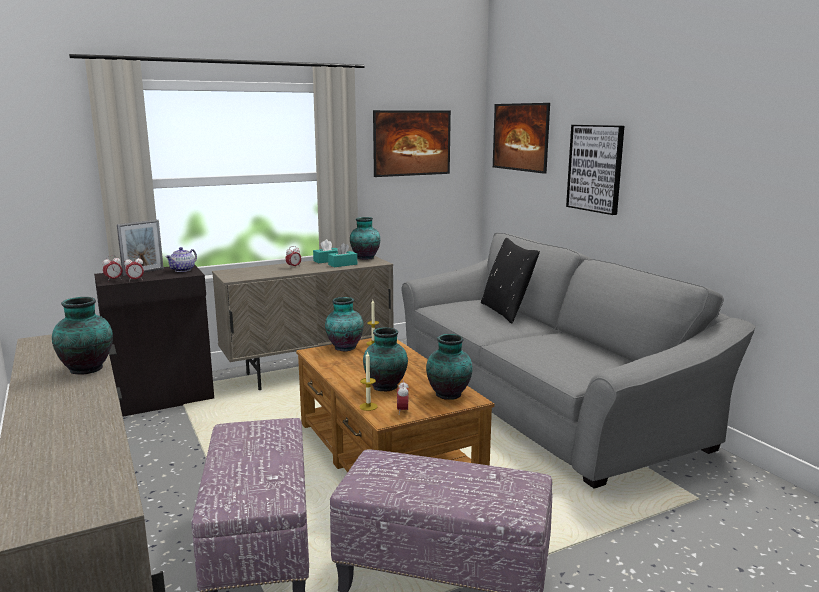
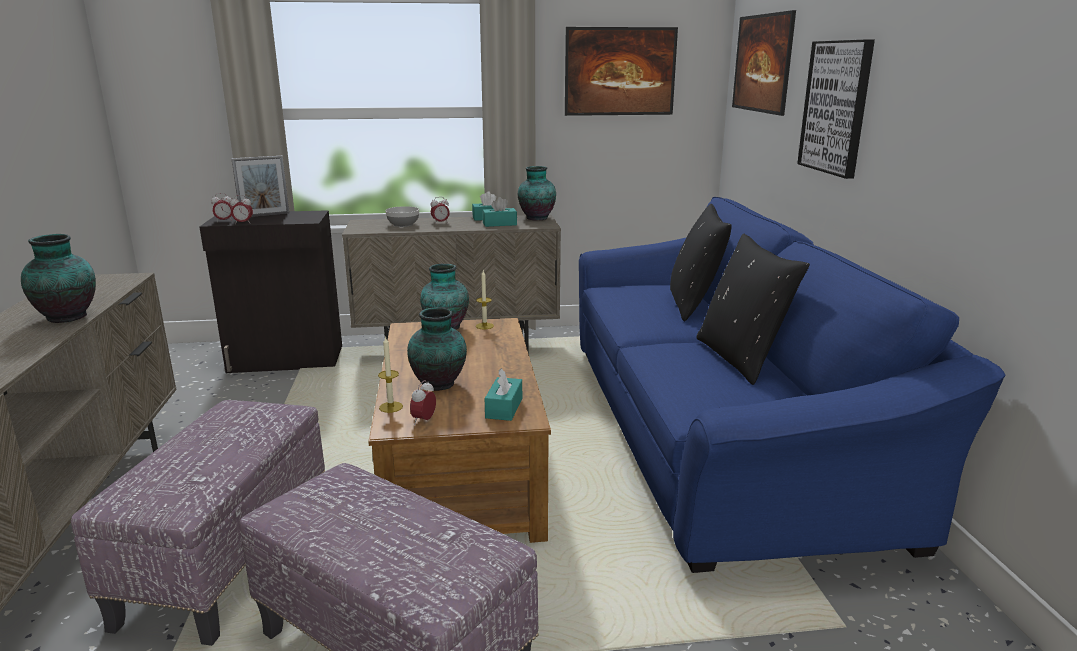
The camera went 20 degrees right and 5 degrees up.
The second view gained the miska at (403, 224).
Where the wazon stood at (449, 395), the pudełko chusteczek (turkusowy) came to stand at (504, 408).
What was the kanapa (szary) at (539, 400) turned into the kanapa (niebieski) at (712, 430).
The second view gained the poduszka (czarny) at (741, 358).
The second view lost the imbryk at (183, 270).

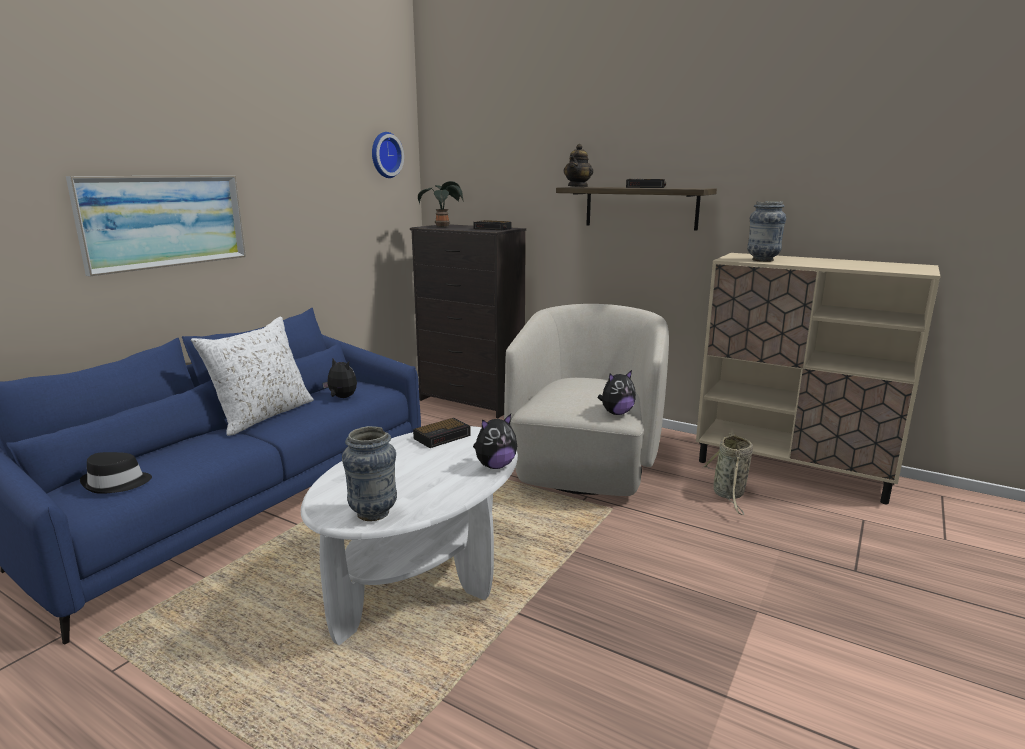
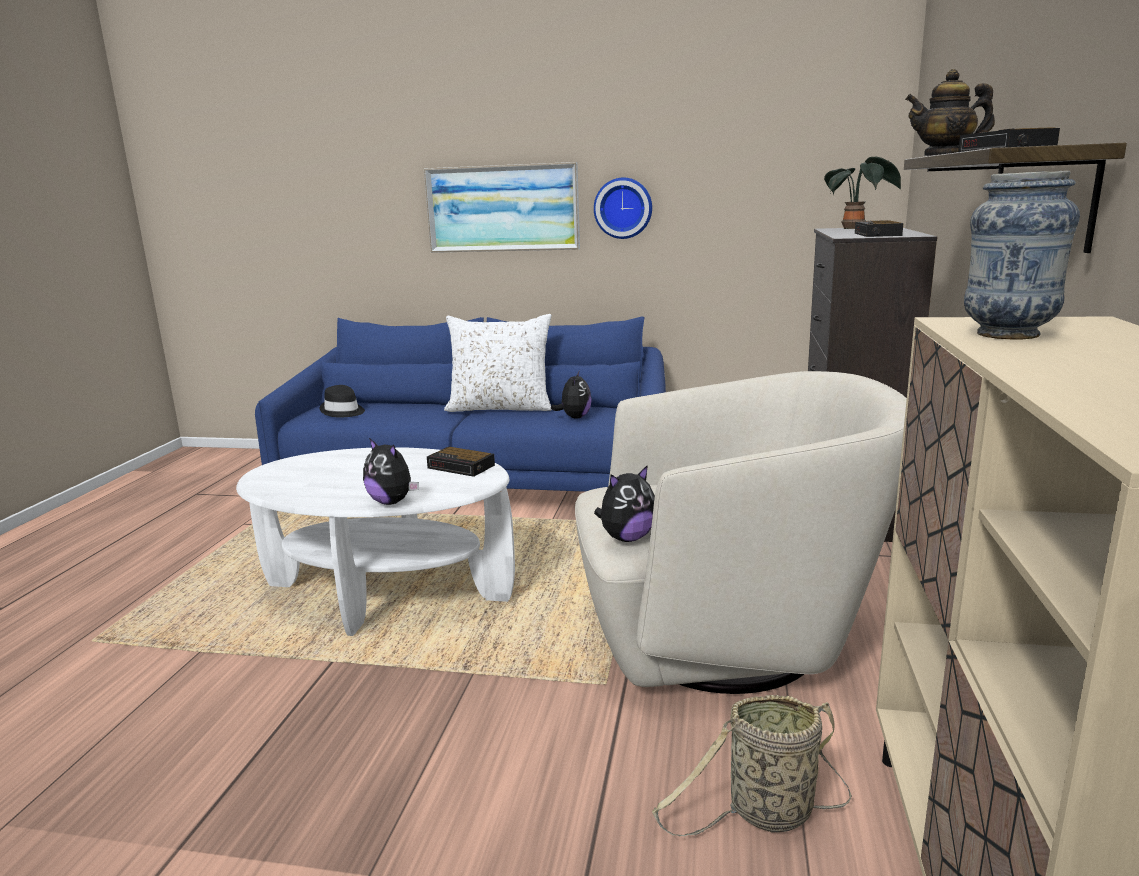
The camera went 70 degrees right and 0 degrees up.
The zegar ścienny ended up elsewhere, having gone from (384, 155) to (623, 208).
The pluszak at (616, 413) ended up facing another way, 75 degrees counterclockwise from before.
The second view lost the wazon at (373, 513).

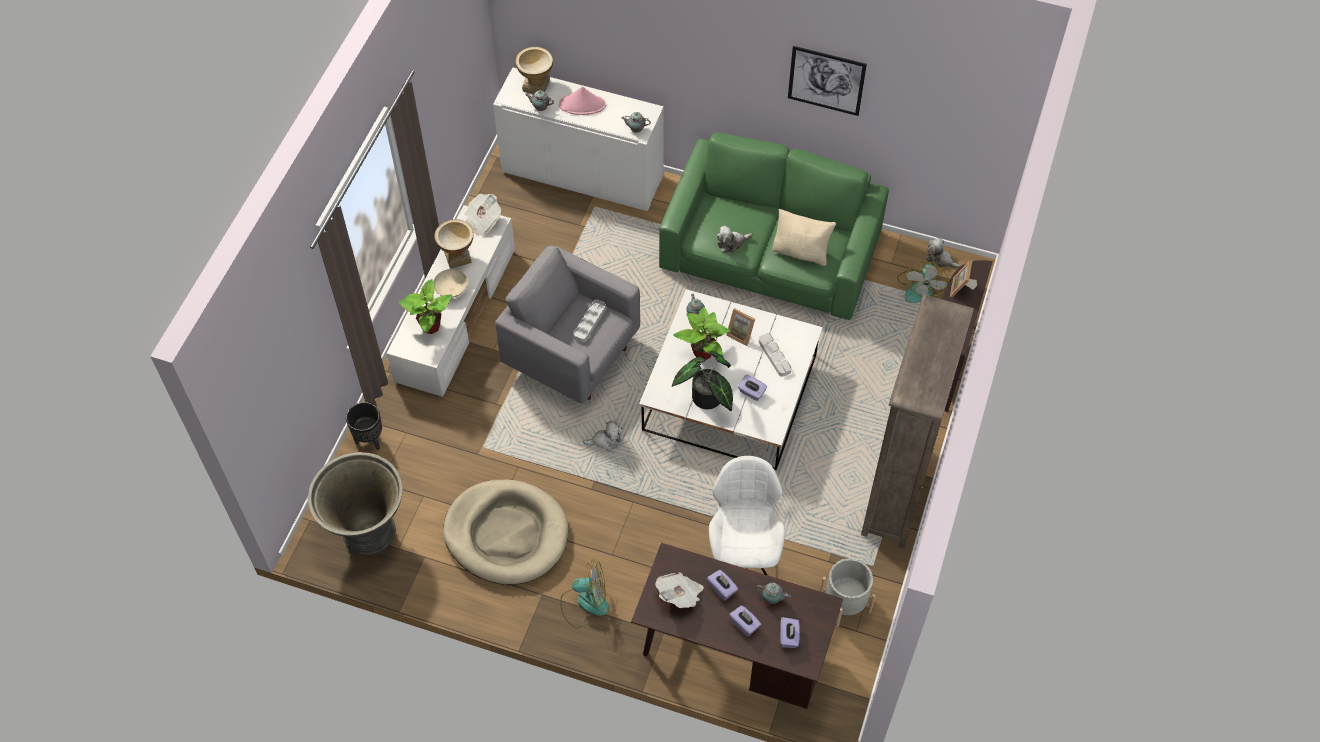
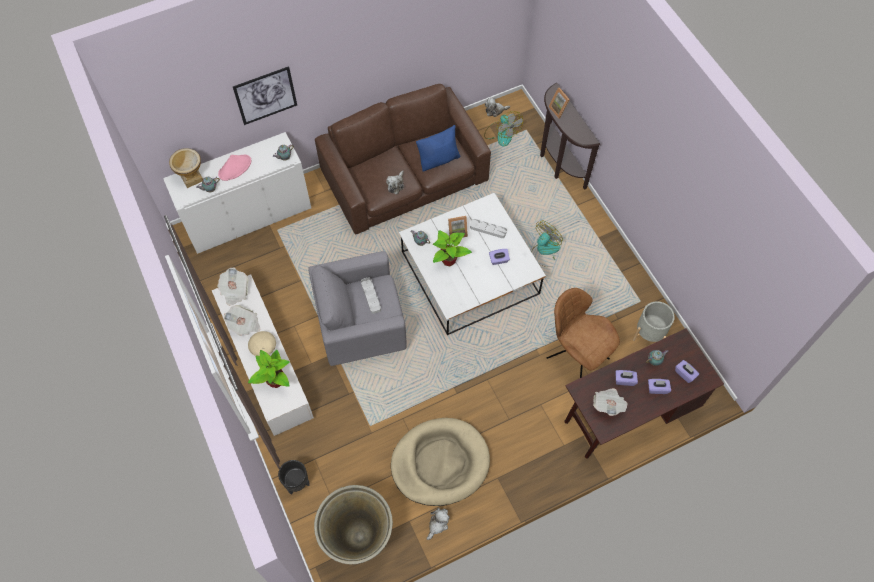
The camera went 45 degrees left and 5 degrees up.
Where the wazon stood at (458, 257), the gazeta came to stand at (244, 325).
The obraz ended up elsewhere, having gone from (826, 80) to (265, 95).
What was the kanapa (zielony) at (770, 252) turned into the kanapa (brązowy) at (404, 176).
What was the poduszka (beżowy) at (801, 252) turned into the poduszka (niebieski) at (439, 160).
The pluszak ended up elsewhere, having gone from (605, 440) to (438, 524).
The wentylator ended up elsewhere, having gone from (584, 602) to (544, 251).
What was the krzesło (biały) at (743, 558) turned into the krzesło (brązowy) at (576, 356).
The second view lost the roślina doniczkowa at (707, 400).
The second view lost the regał (brązowy) at (896, 493).

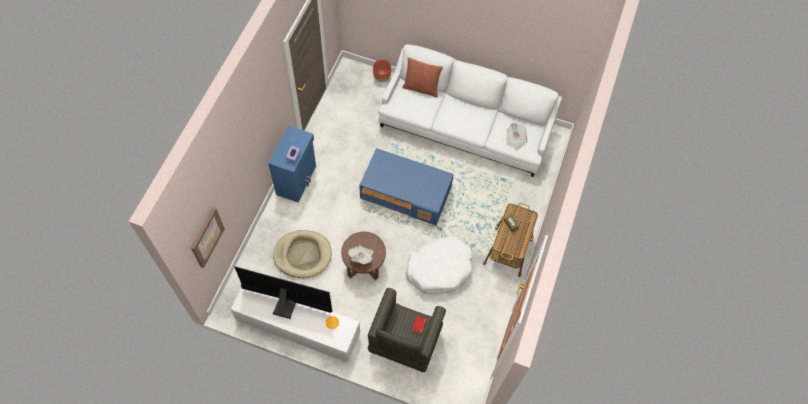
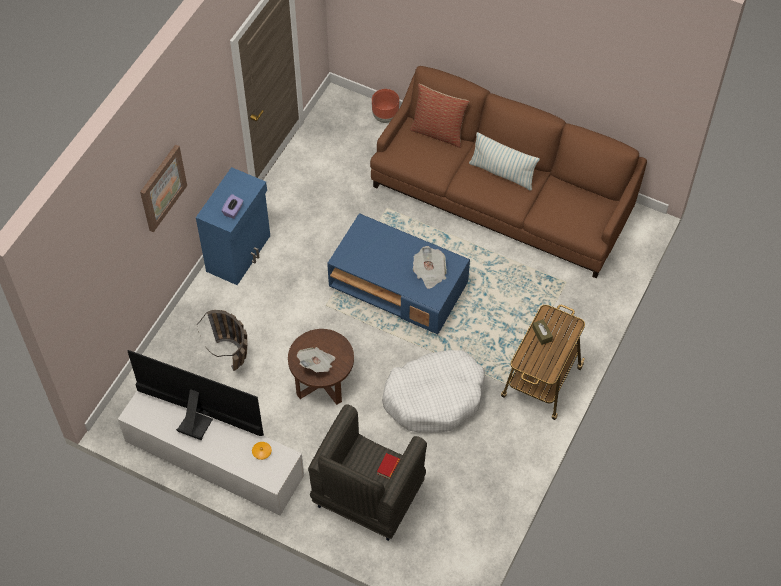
The camera went 10 degrees right and 5 degrees down.
The obraz ended up elsewhere, having gone from (206, 237) to (162, 187).
Where the legowisko (beżowy) stood at (303, 255), the koszyk came to stand at (234, 360).
What was the kanapa (biały) at (466, 126) turned into the kanapa (brązowy) at (503, 197).
The gazeta ended up elsewhere, having gone from (515, 139) to (429, 273).
The second view gained the poduszka at (502, 173).

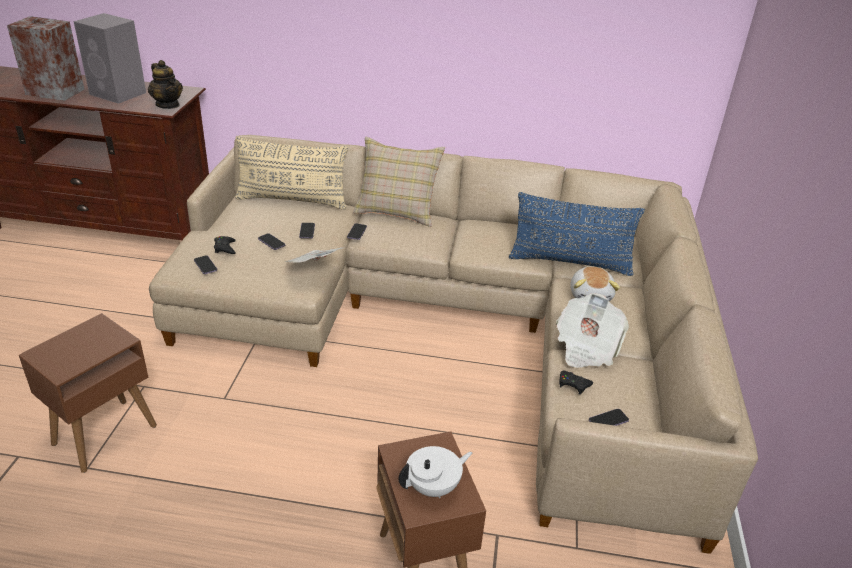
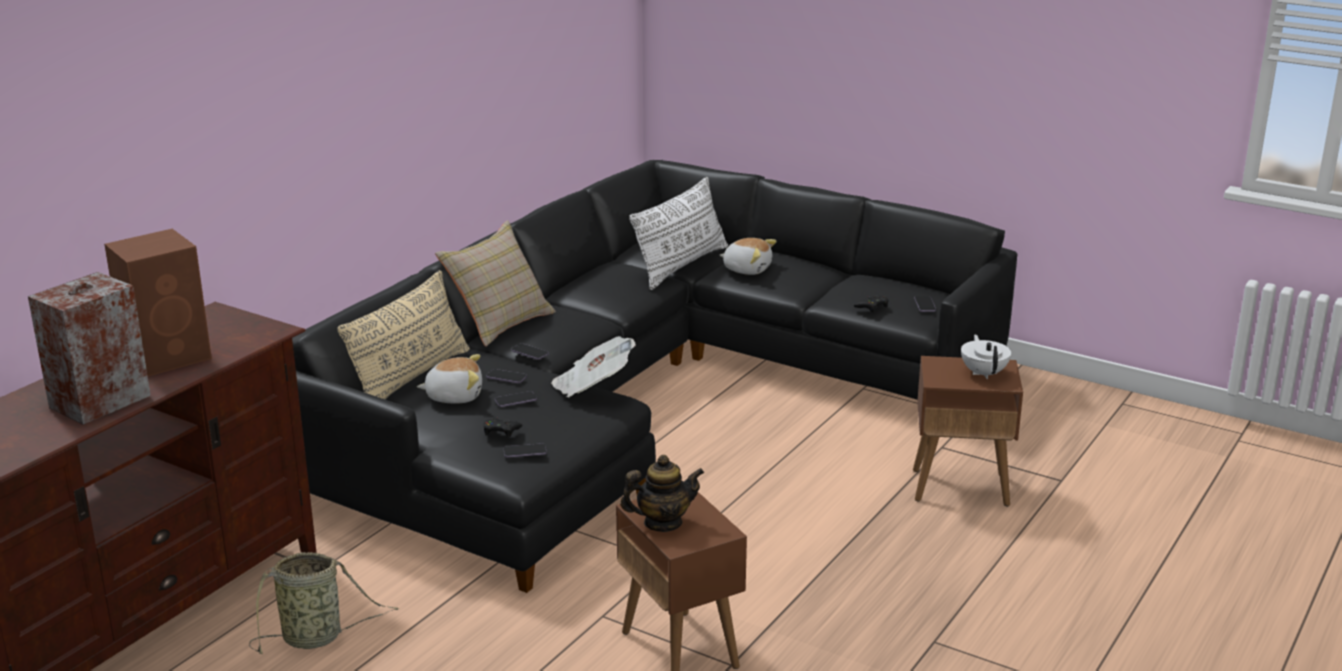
The camera went 65 degrees left and 10 degrees down.
What was the głośnik (szary) at (119, 94) turned into the głośnik (brązowy) at (169, 356).
The second view gained the koszyk at (316, 637).
What was the kanapa (beżowy) at (457, 326) turned into the kanapa (czarny) at (637, 400).
The second view gained the pluszak at (454, 396).
The imbryk ended up elsewhere, having gone from (168, 105) to (662, 523).
What was the poduszka (niebieski) at (570, 262) turned into the poduszka (biały) at (681, 265).
The second view lost the gazeta at (586, 347).

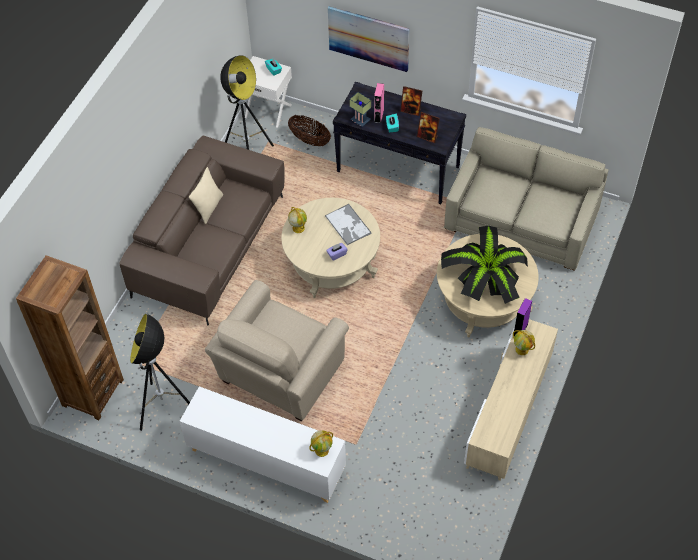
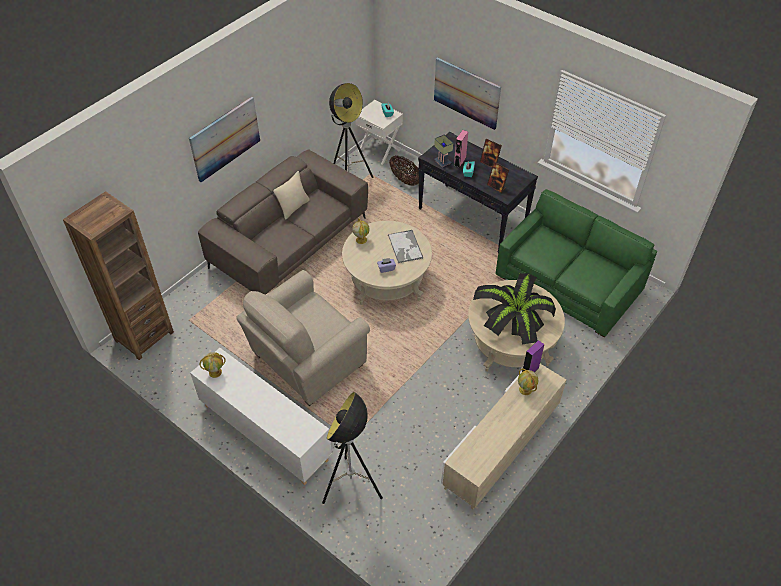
The camera went 15 degrees right and 5 degrees down.
The second view gained the obraz at (225, 138).
The globus ended up elsewhere, having gone from (322, 450) to (215, 372).
The lampa stojąca ended up elsewhere, having gone from (164, 408) to (352, 487).
What was the kanapa (beżowy) at (523, 219) turned into the kanapa (zielony) at (569, 282).

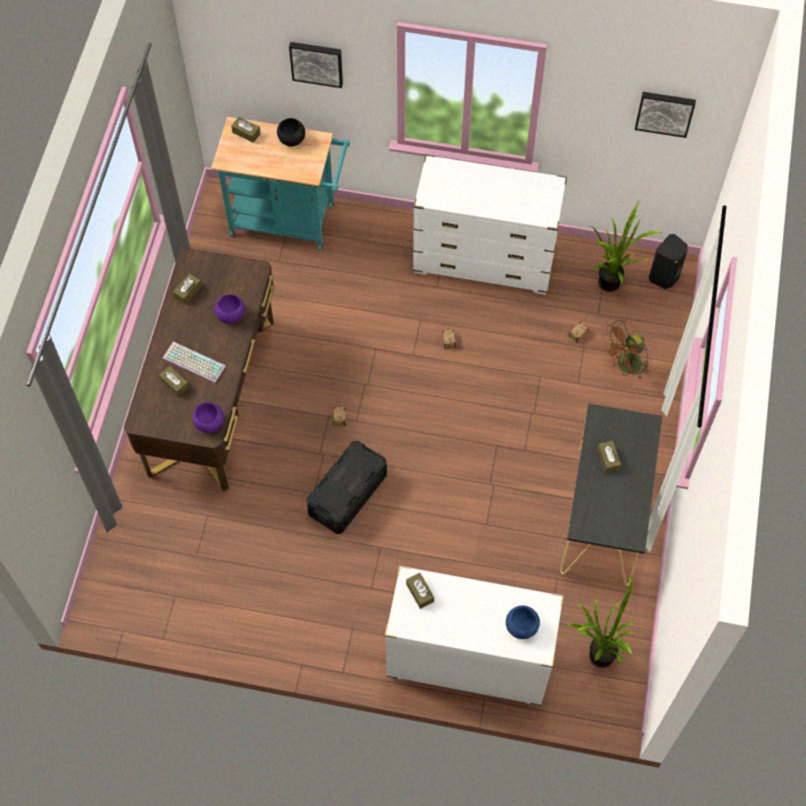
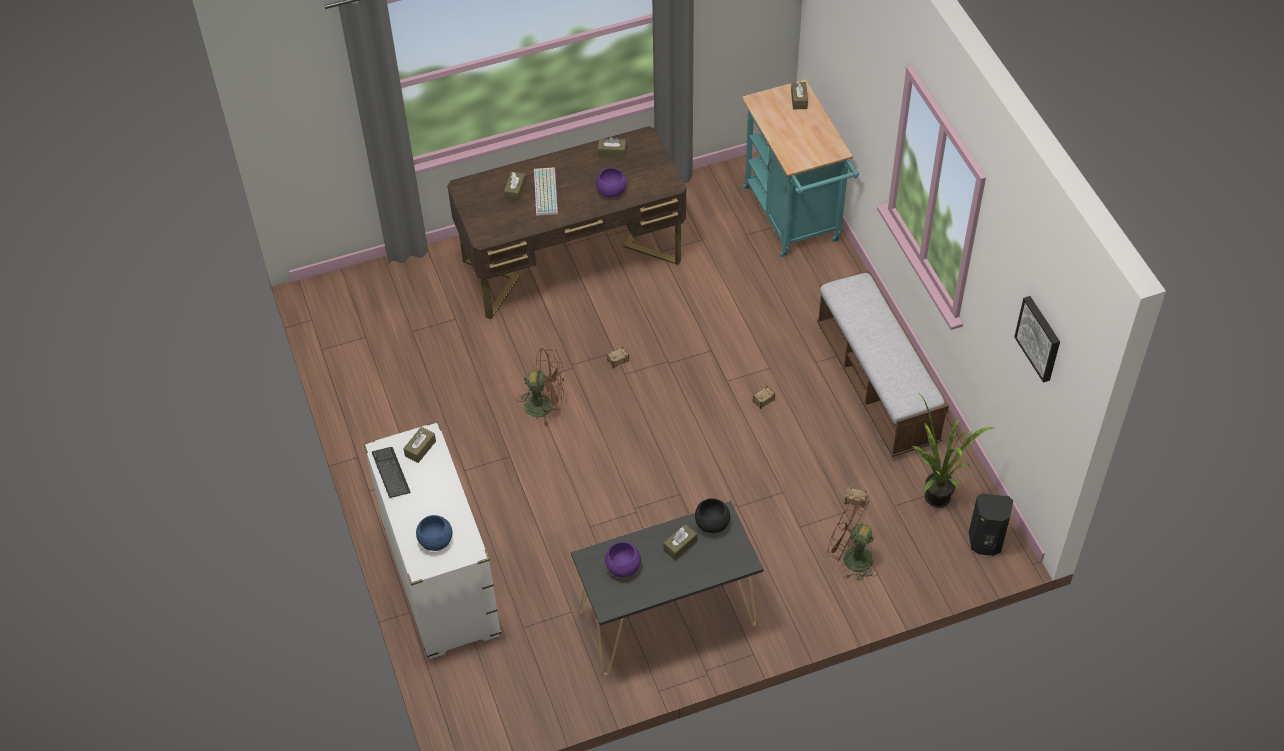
The camera went 60 degrees right and 10 degrees down.
The second view gained the klawiatura at (391, 473).
Where the pojemnik do przechowywania (czarny) stood at (347, 494), the wentylator (brązowy) came to stand at (545, 405).
The miska (fioletowy) ended up elsewhere, having gone from (208, 423) to (622, 566).
The miska (czarny) ended up elsewhere, having gone from (291, 139) to (712, 523).
Where the komoda (biały) stood at (484, 260), the ławka came to stand at (877, 384).
The second view lost the obraz at (317, 62).
The second view lost the roślina doniczkowa at (595, 656).

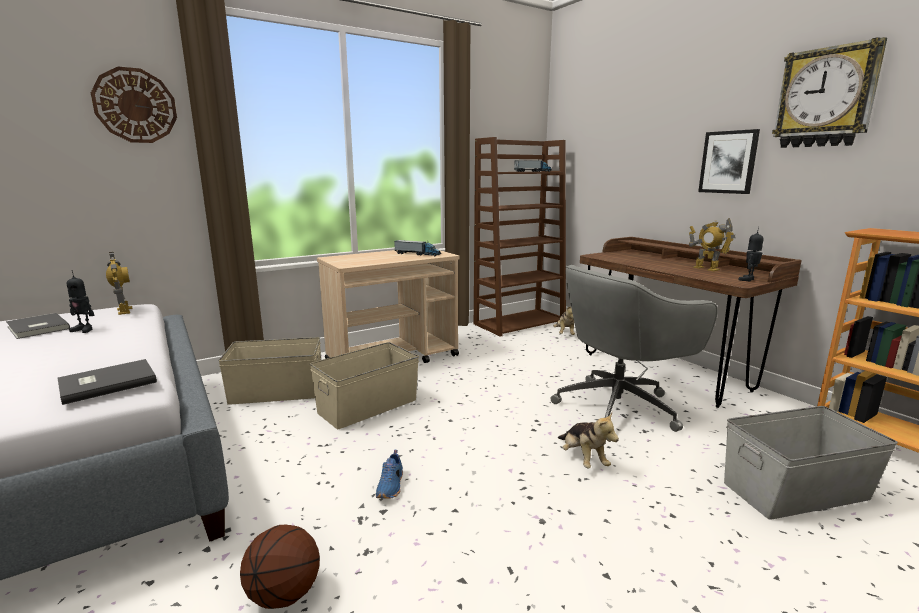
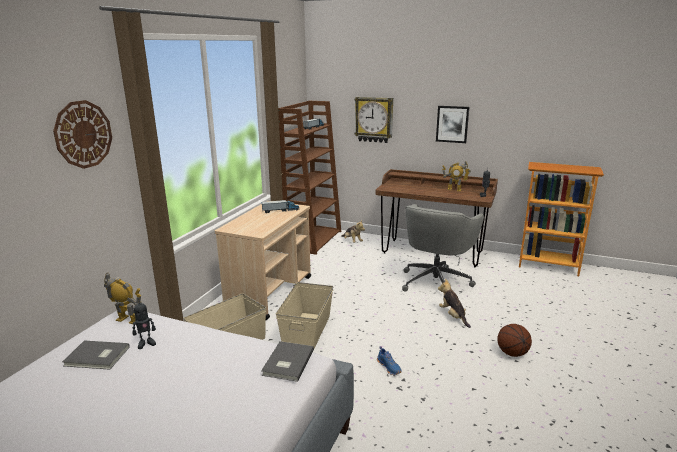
The camera went 35 degrees left and 5 degrees up.
The zegar ścienny ended up elsewhere, having gone from (826, 98) to (374, 119).
The pluszak at (583, 459) ended up facing another way, 150 degrees counterclockwise from before.
The piłka do koszykówki ended up elsewhere, having gone from (284, 593) to (512, 353).
The second view lost the pojemnik do przechowywania (szary) at (796, 491).

